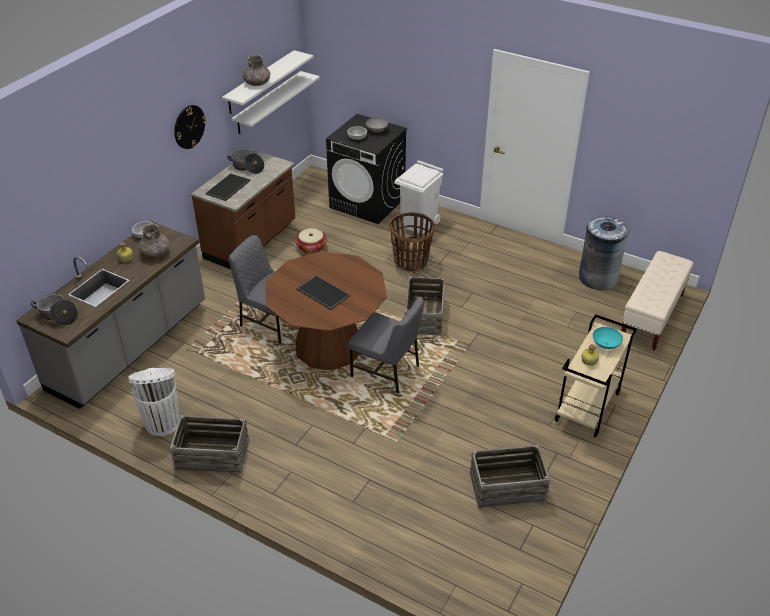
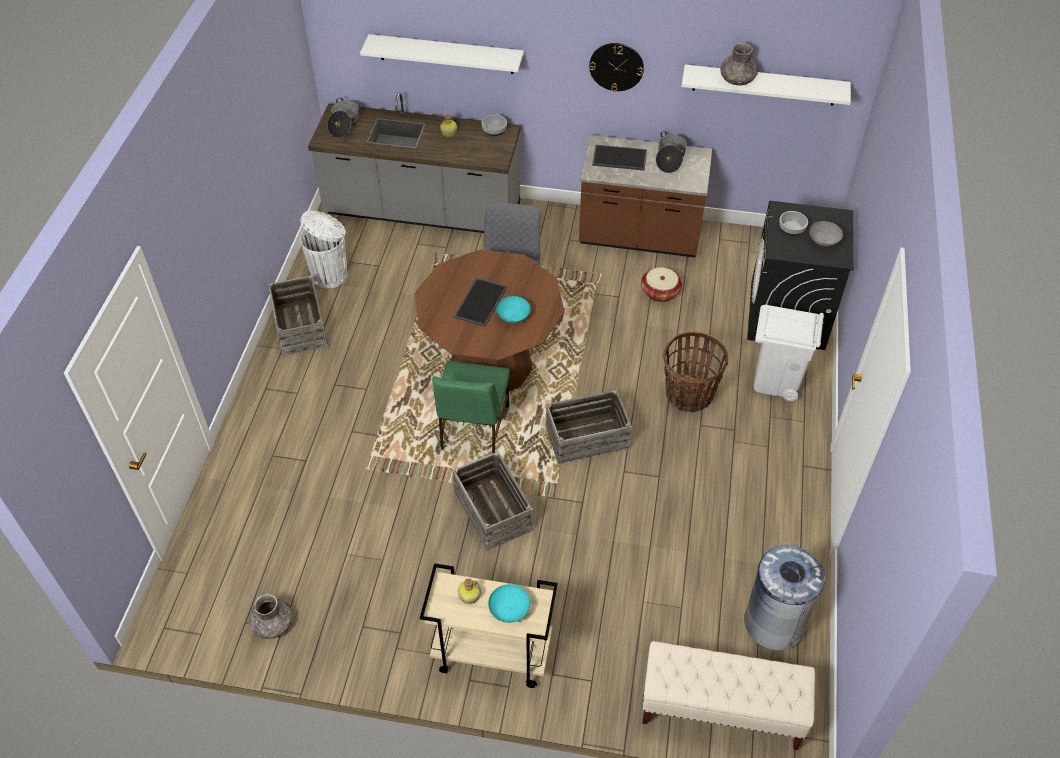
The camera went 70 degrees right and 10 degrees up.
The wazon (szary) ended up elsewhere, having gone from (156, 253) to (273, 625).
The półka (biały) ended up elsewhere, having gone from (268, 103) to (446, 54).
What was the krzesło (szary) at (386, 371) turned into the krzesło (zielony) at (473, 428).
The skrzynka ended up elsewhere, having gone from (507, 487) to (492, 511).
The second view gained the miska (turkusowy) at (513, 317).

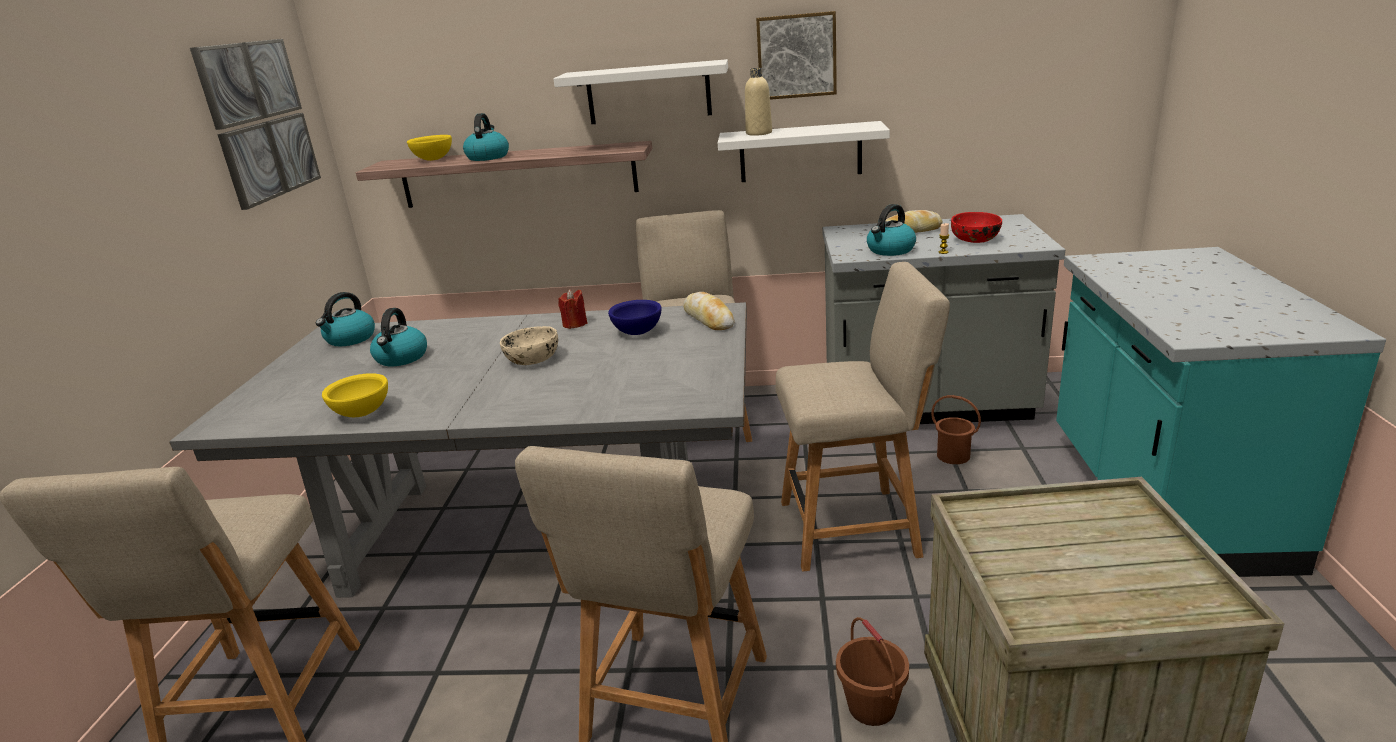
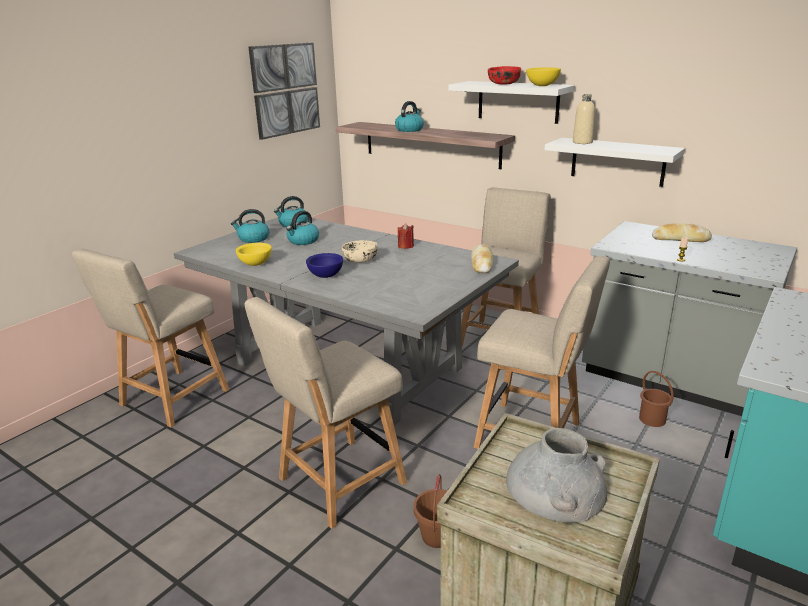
The camera went 30 degrees right and 0 degrees up.
The czajnik ended up elsewhere, having gone from (890, 250) to (253, 239).
The miska (niebieski) ended up elsewhere, having gone from (636, 332) to (325, 276).
The miska (czerwony) ended up elsewhere, having gone from (975, 240) to (503, 84).
The second view gained the wazon (szary) at (556, 487).
The miska (żółty) ended up elsewhere, having gone from (433, 159) to (542, 86).
The second view lost the obraz at (796, 56).

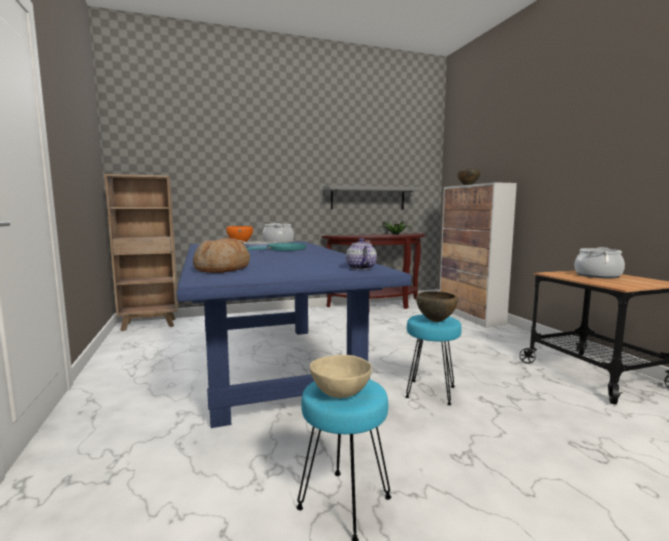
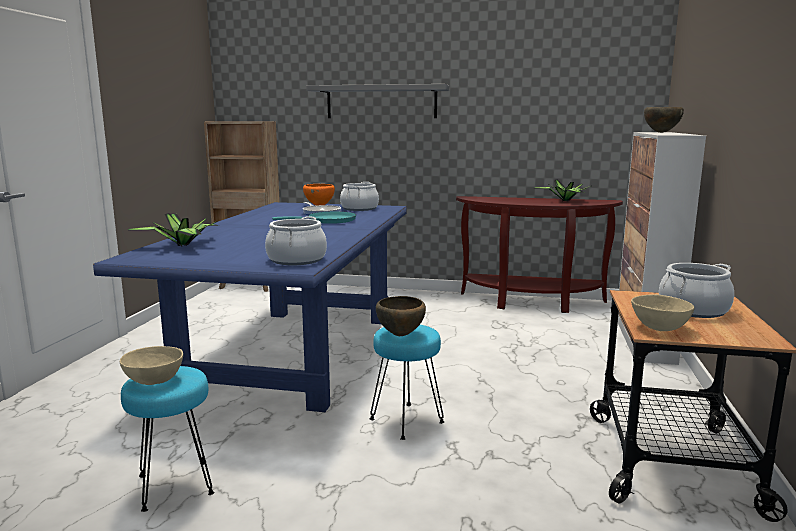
The camera went 30 degrees right and 5 degrees up.
Where the chleb stood at (222, 269), the roślina doniczkowa came to stand at (183, 245).
Where the imbryk stood at (360, 268), the garnek came to stand at (296, 260).
The półka (szary) ended up elsewhere, having gone from (368, 198) to (381, 102).
The second view gained the miska (beżowy) at (659, 328).

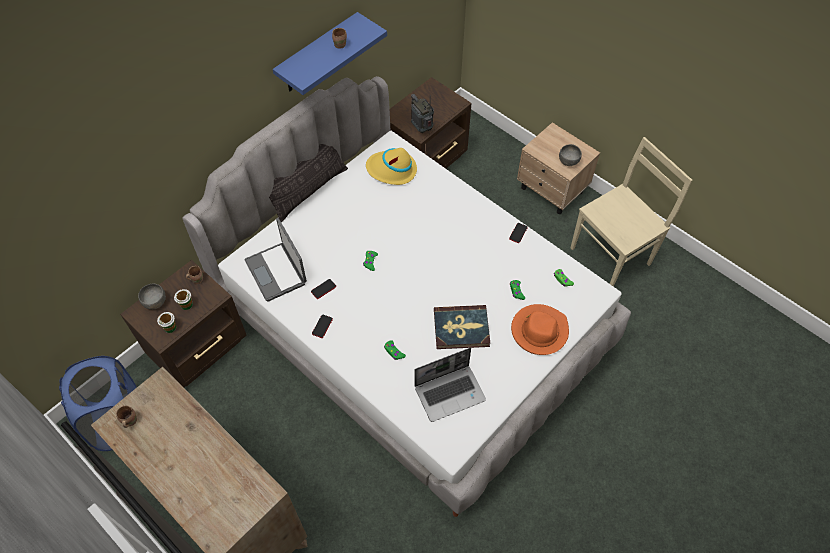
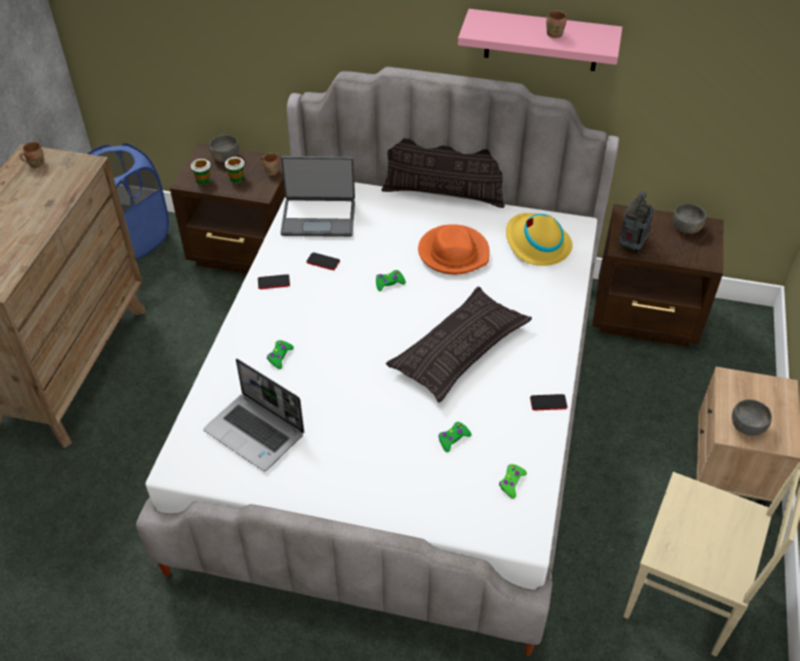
The camera went 60 degrees right and 10 degrees down.
The laptop at (277, 272) ended up facing another way, 120 degrees counterclockwise from before.
The second view gained the poduszka at (459, 349).
The kapelusz (pomarańczowy) ended up elsewhere, having gone from (539, 331) to (453, 252).
What was the półka (niebieski) at (318, 54) turned into the półka (różowy) at (541, 40).
The second view gained the miska (szary) at (686, 228).
The second view lost the książka at (461, 329).

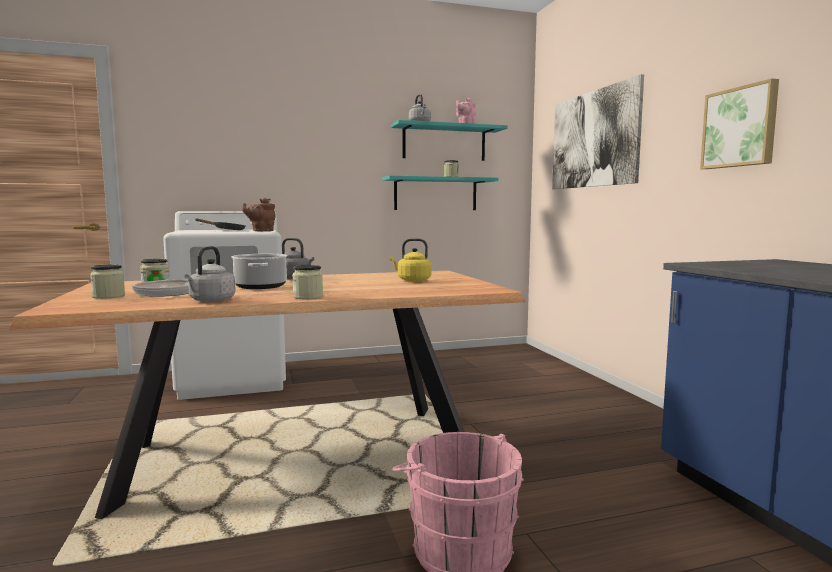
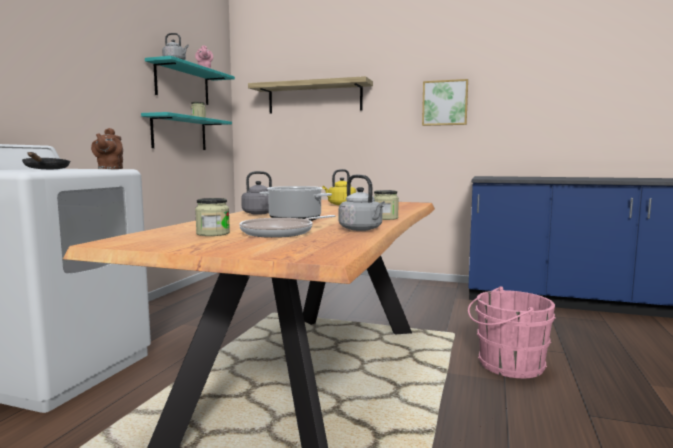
The camera went 55 degrees left and 0 degrees up.
Where the obraz hung at (593, 139), the półka came to hang at (314, 98).
The second view lost the słoik at (108, 296).

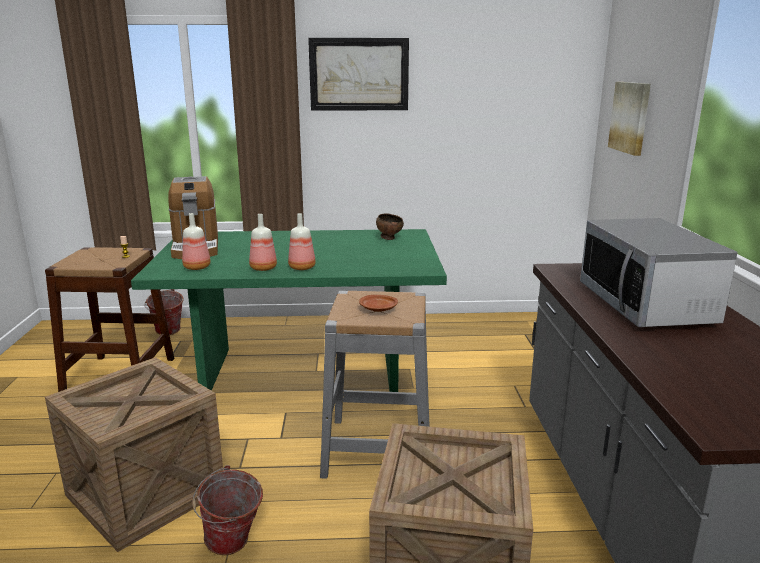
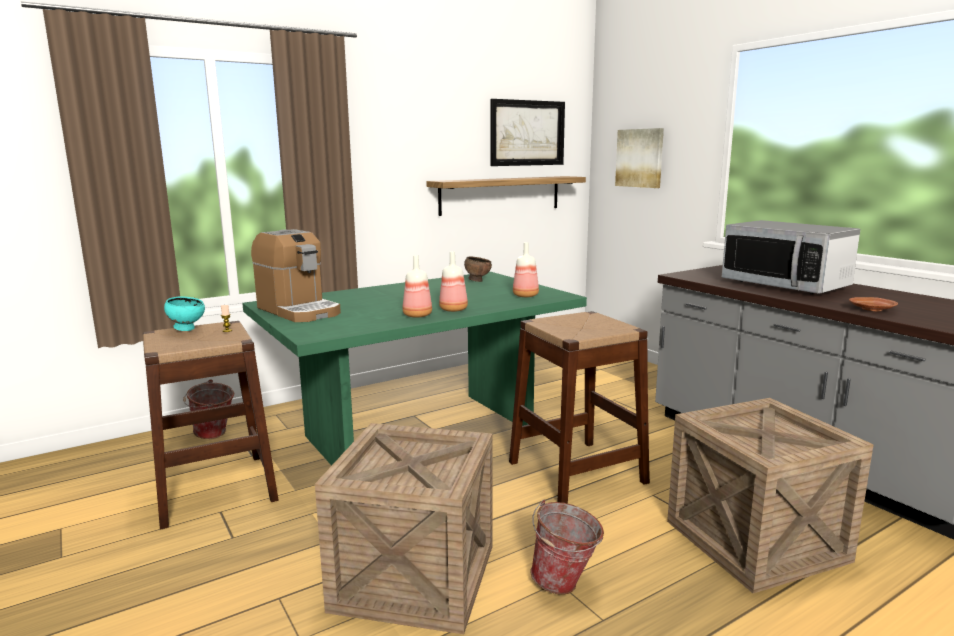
The camera went 30 degrees left and 5 degrees down.
The second view gained the miska (turkusowy) at (187, 329).
The second view gained the półka at (500, 195).
The obraz ended up elsewhere, having gone from (359, 74) to (527, 133).
What was the stołek (szary) at (378, 449) turned into the stołek (brązowy) at (576, 472).
The butelka ended up elsewhere, having gone from (197, 267) to (525, 295).
The talerz (brązowy) ended up elsewhere, having gone from (378, 309) to (872, 309).

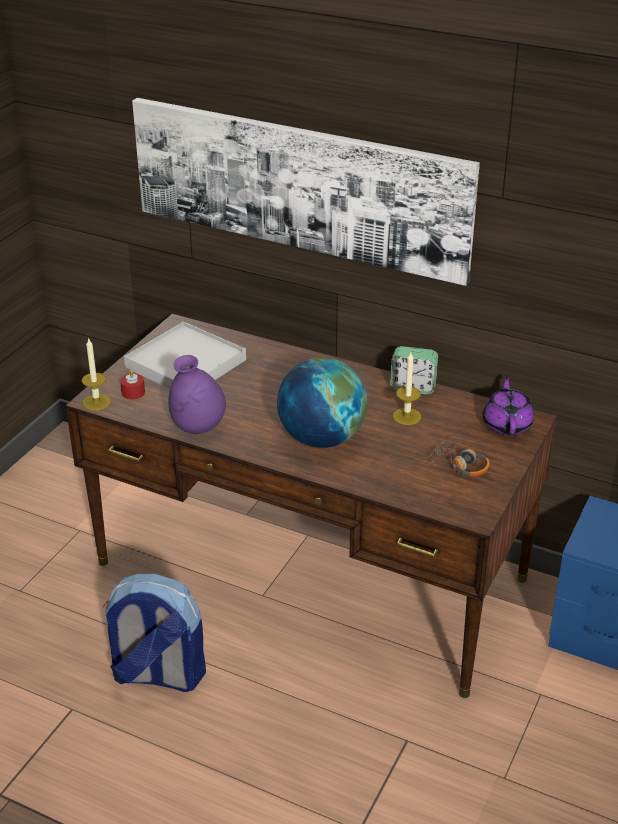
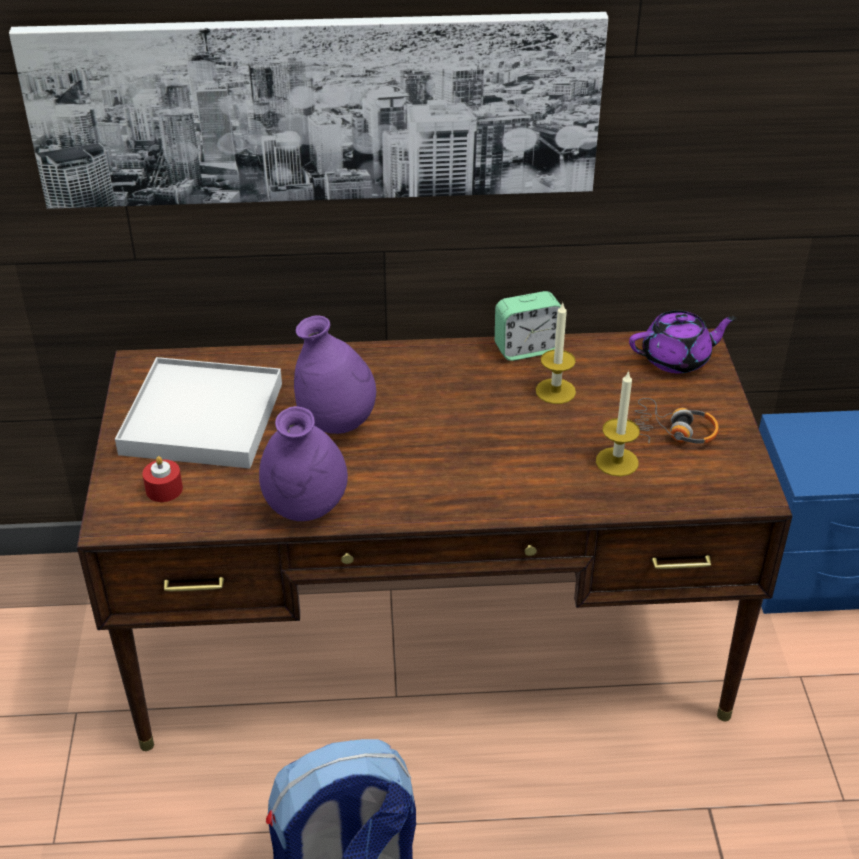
The camera went 30 degrees left and 5 degrees up.
The second view gained the wazon (fioletowy) at (337, 424).
The świeca ended up elsewhere, having gone from (96, 402) to (617, 462).
The imbryk (fioletowy) at (507, 424) ended up facing another way, 105 degrees clockwise from before.
The second view lost the globus at (321, 438).

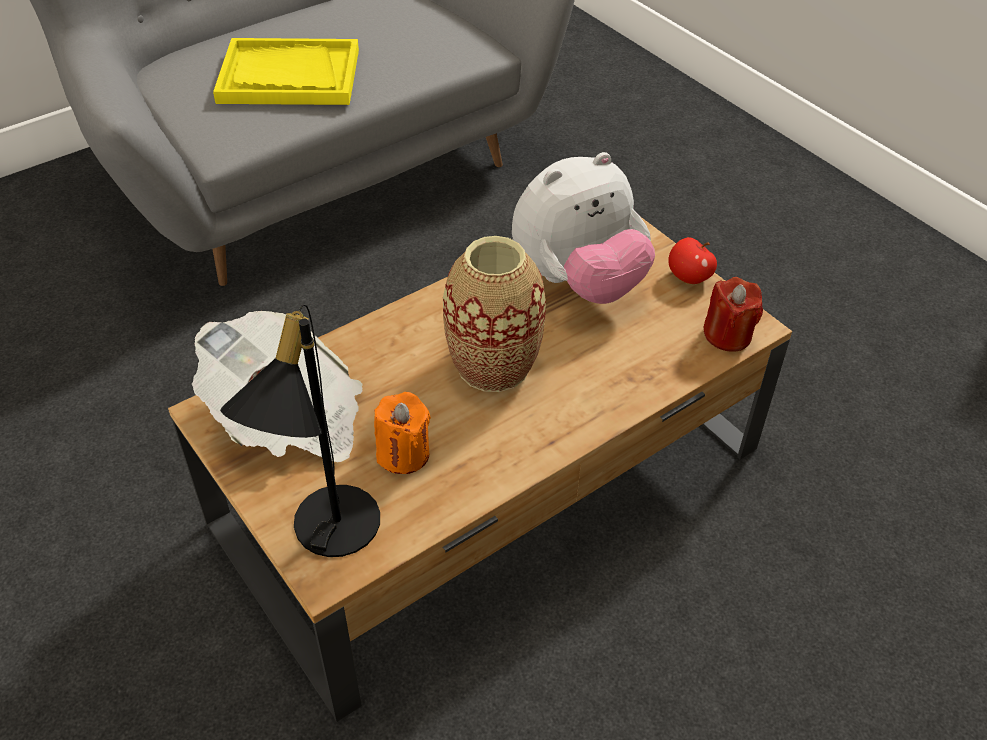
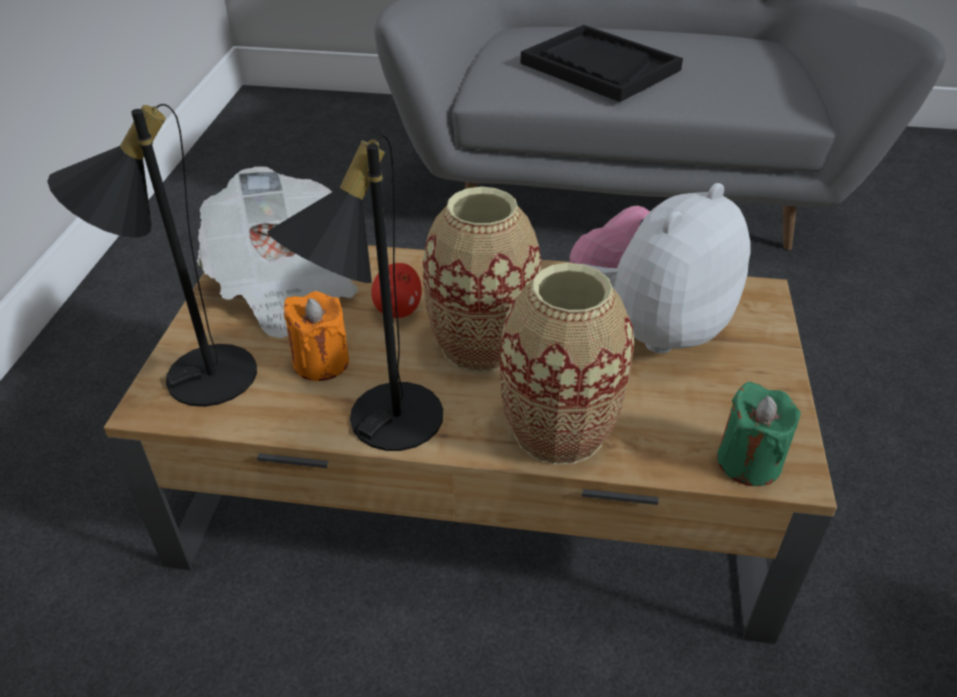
The camera went 45 degrees right and 5 degrees down.
The second view gained the lampa stołowa (czarny) at (378, 422).
The jabłko ended up elsewhere, having gone from (688, 277) to (398, 311).
The second view gained the wazon at (558, 430).
What was the taca (żółty) at (289, 76) turned into the taca (czarny) at (599, 67).
The pluszak at (578, 282) ended up facing another way, 120 degrees clockwise from before.
What was the świeca (czerwony) at (727, 335) turned into the świeca (zielony) at (748, 462).

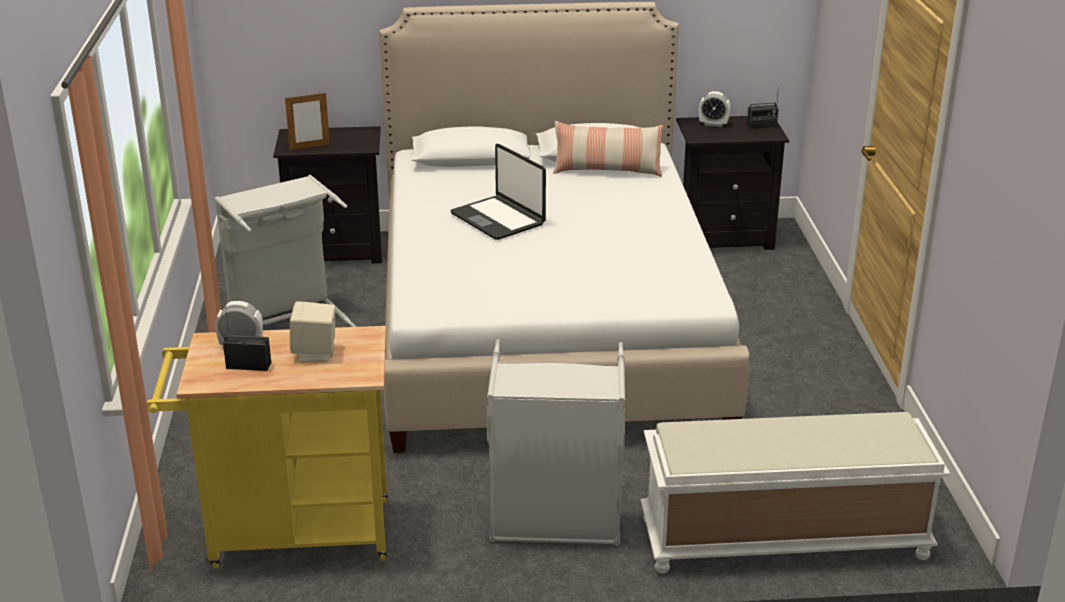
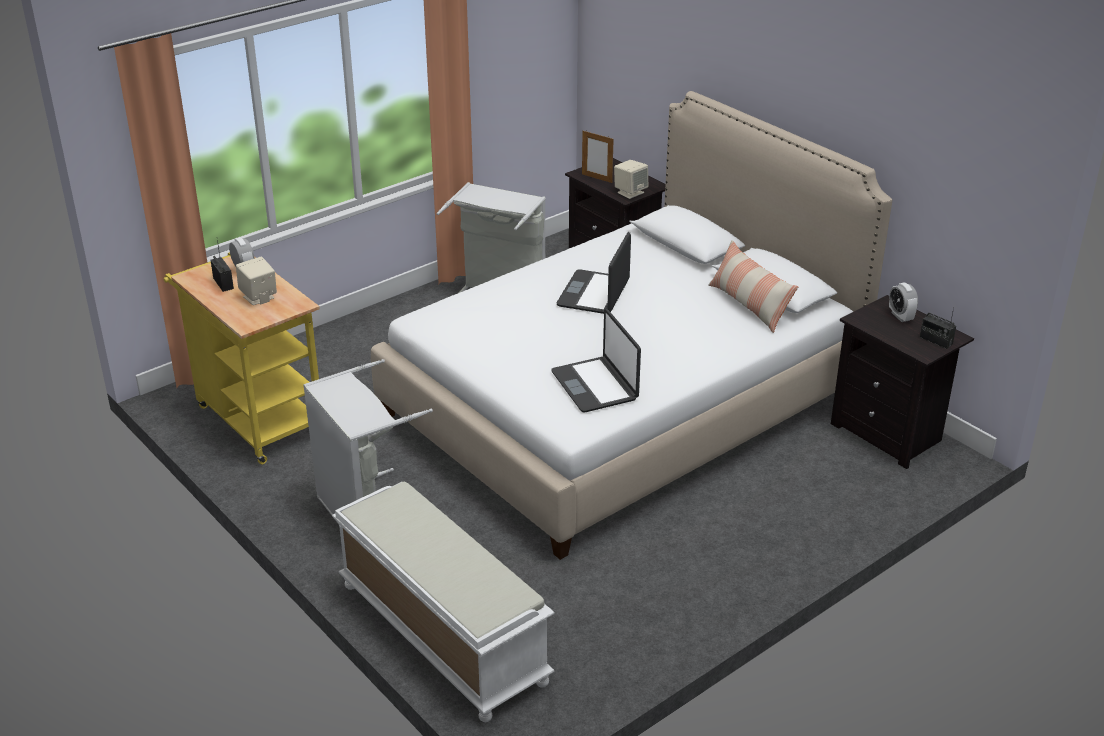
The camera went 55 degrees right and 5 degrees up.
The second view gained the laptop at (595, 385).
The second view gained the głośnik (beżowy) at (630, 192).

